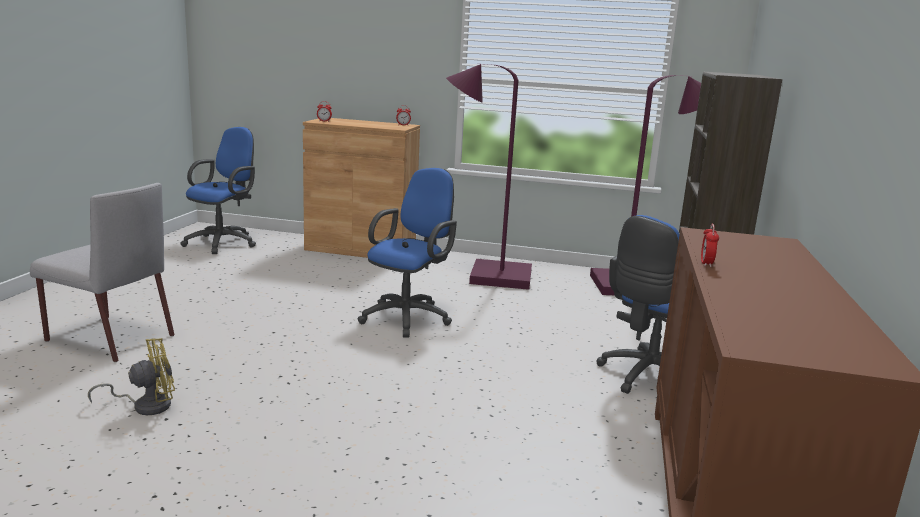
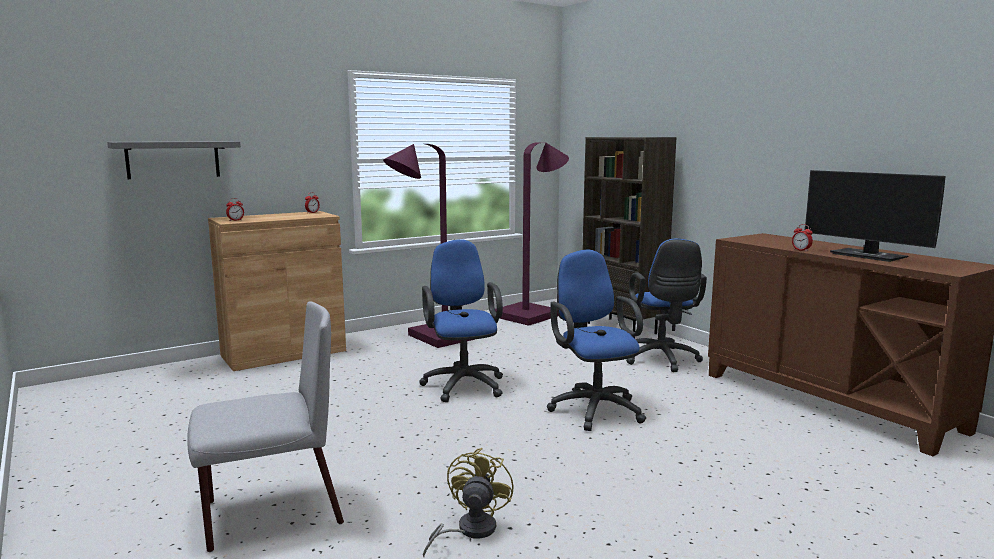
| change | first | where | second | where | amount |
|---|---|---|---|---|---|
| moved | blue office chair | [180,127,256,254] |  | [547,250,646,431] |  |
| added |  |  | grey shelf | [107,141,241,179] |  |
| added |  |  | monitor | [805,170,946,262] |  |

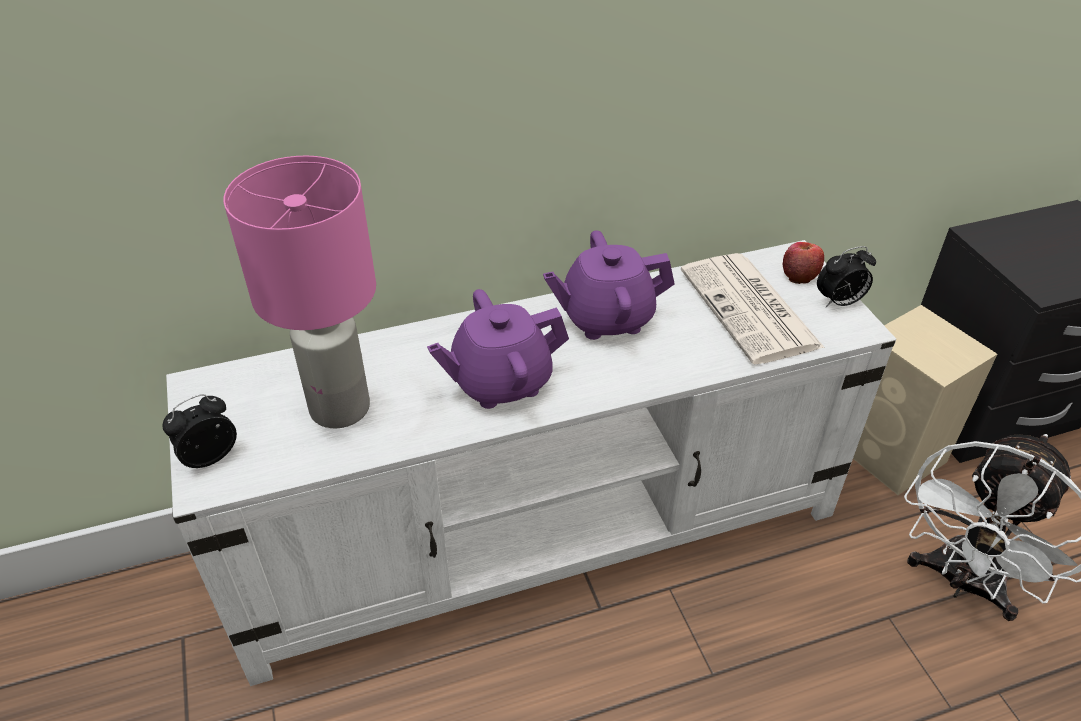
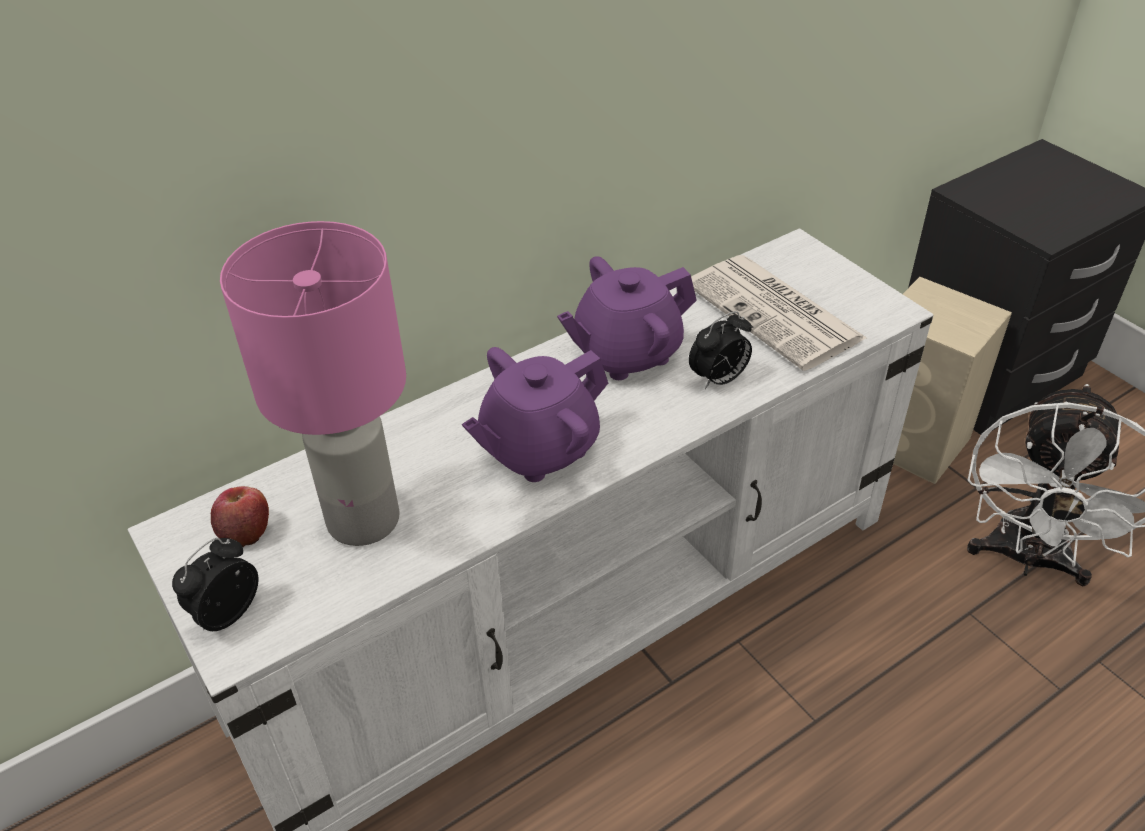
| change | first | where | second | where | amount |
|---|---|---|---|---|---|
| moved | apple | [782,242,824,284] |  | [211,486,269,547] |  |
| moved | alarm clock | [817,246,876,307] |  | [689,311,752,389] |  |

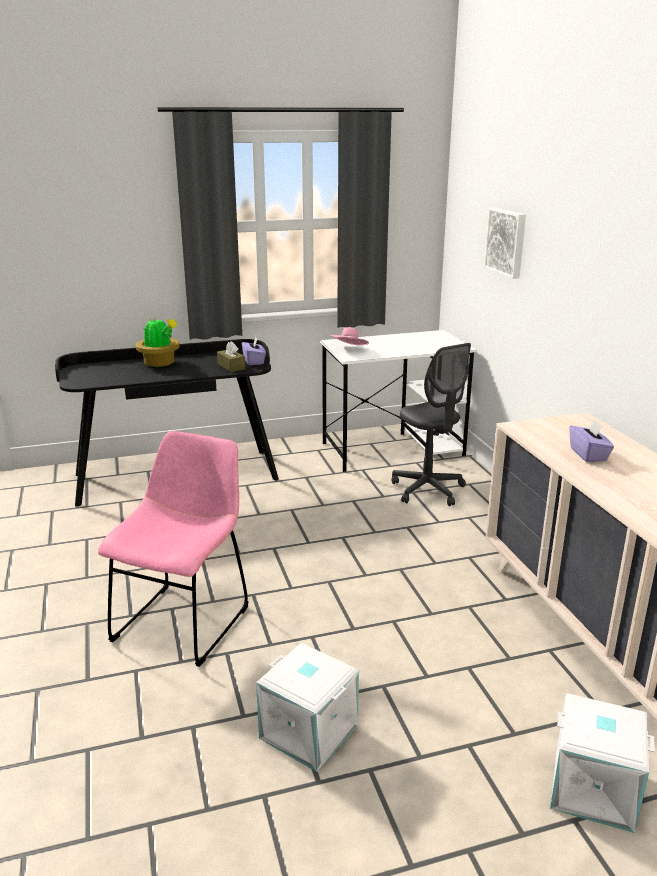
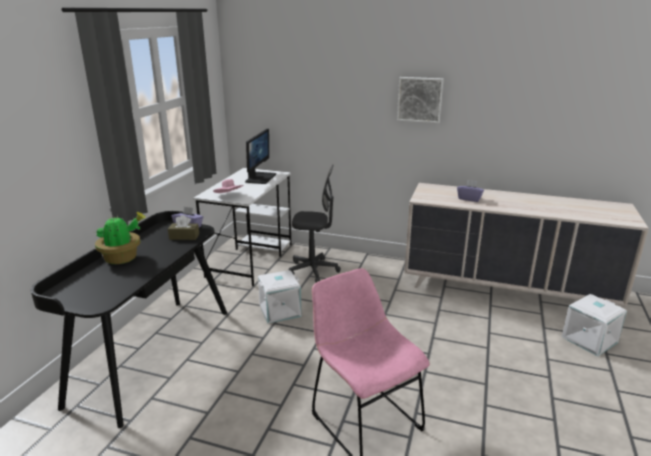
| change | first | where | second | where | amount |
|---|---|---|---|---|---|
| moved | picture | [484,208,526,279] |  | [397,77,444,123] |  |
| moved | white storage box | [256,643,359,772] |  | [258,270,302,323] |  |
| added |  |  | monitor | [245,129,276,184] |  |

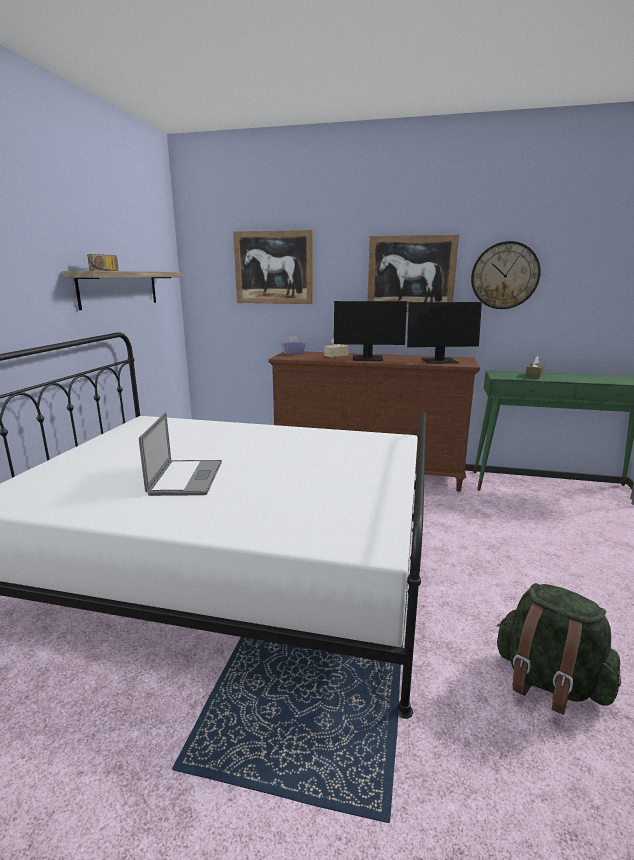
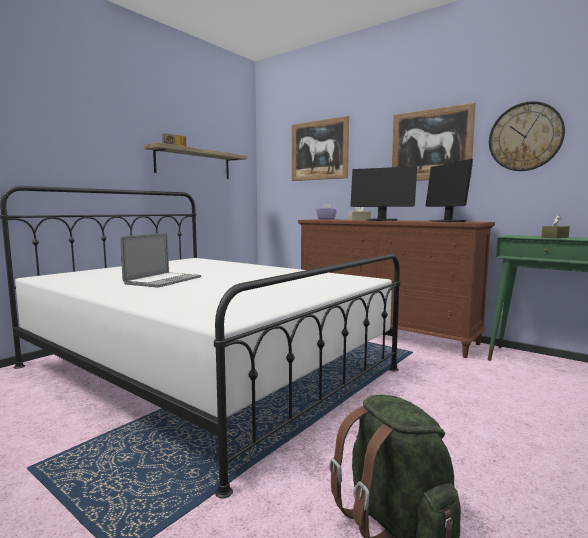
| change | first | where | second | where | amount |
|---|---|---|---|---|---|
| turned | monitor | [407,302,482,364] |  | [425,159,473,222] | 60 degrees clockwise |

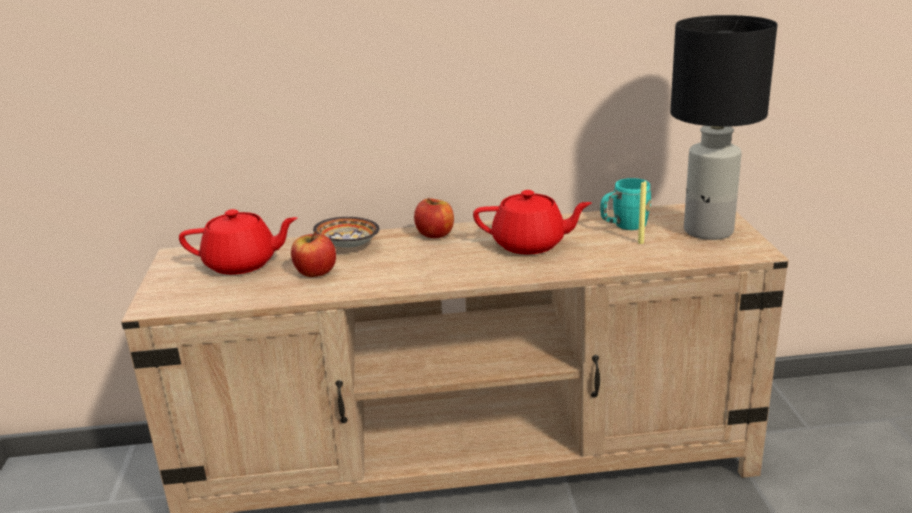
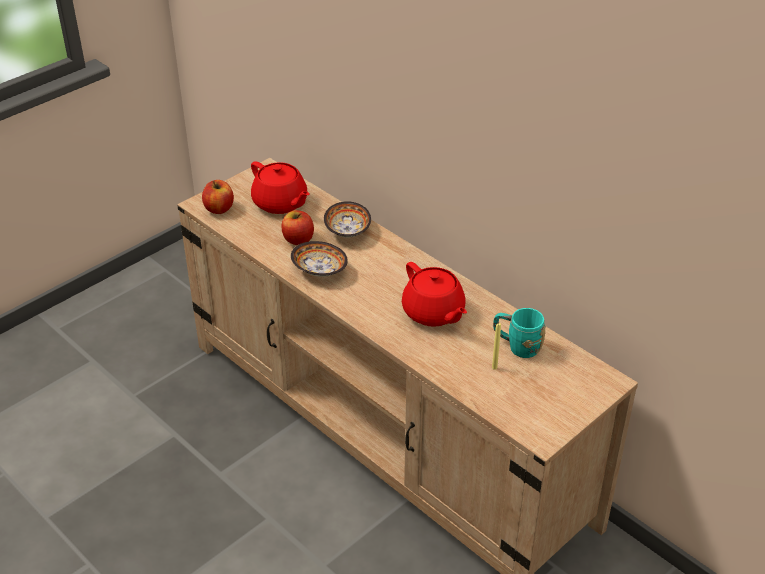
| change | first | where | second | where | amount |
|---|---|---|---|---|---|
| removed | black table lamp | [670,15,777,240] |  |  |  |
| moved | apple | [414,198,454,238] |  | [202,180,234,214] |  |
| added |  |  | bowl | [291,241,348,277] |  |

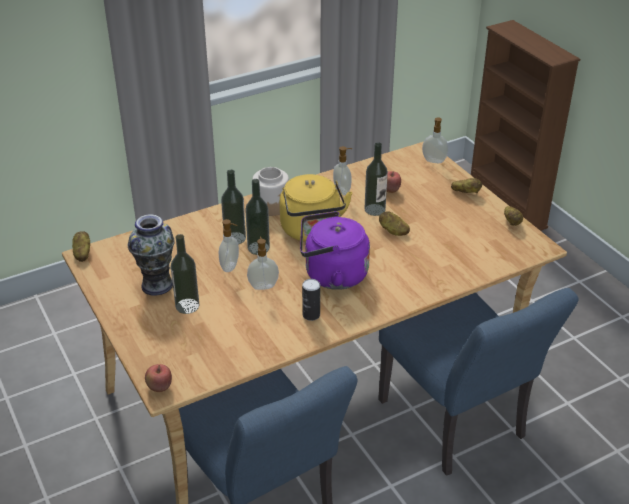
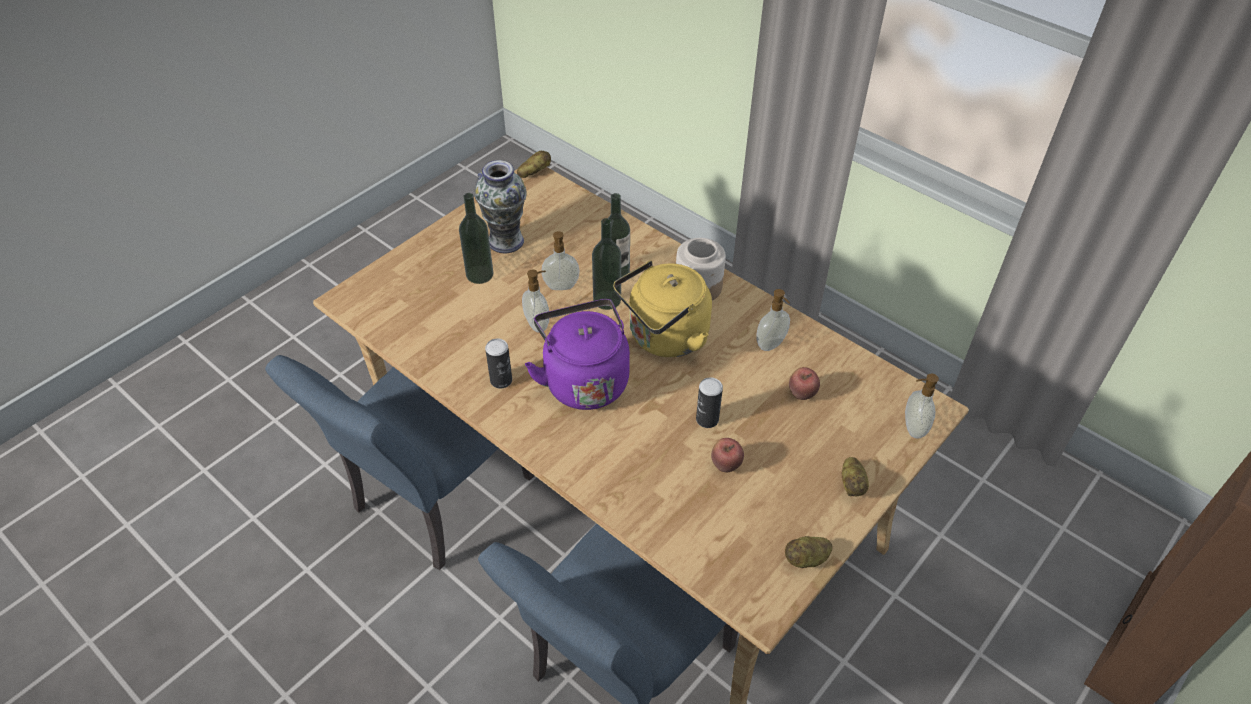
| change | first | where | second | where | amount |
|---|---|---|---|---|---|
| removed | bottle | [364,142,388,216] |  |  |  |
| replaced | potato | [379,211,410,236] | can | [696,377,723,428] |  |
| moved | apple | [145,364,172,392] |  | [711,438,744,472] |  |

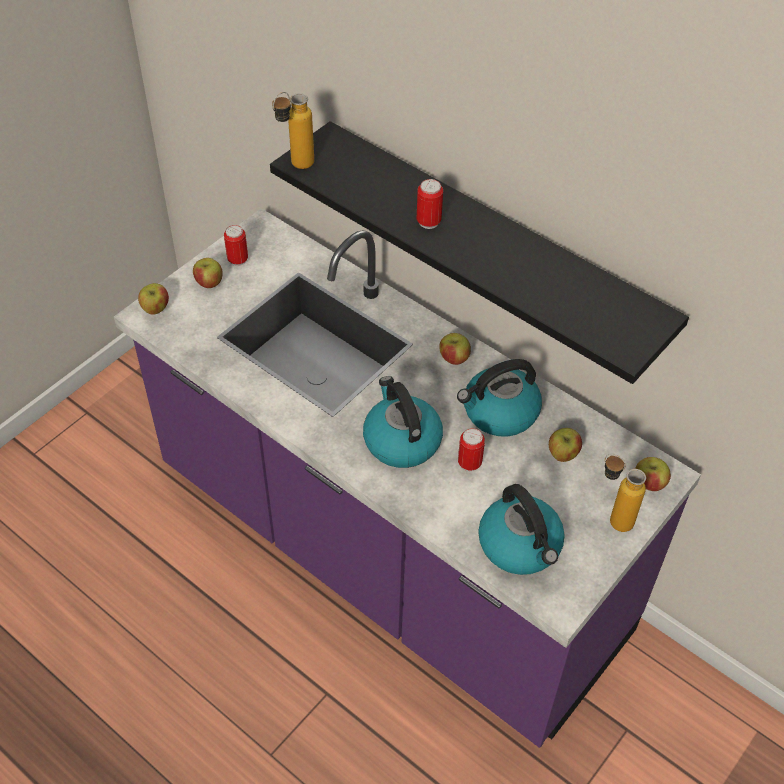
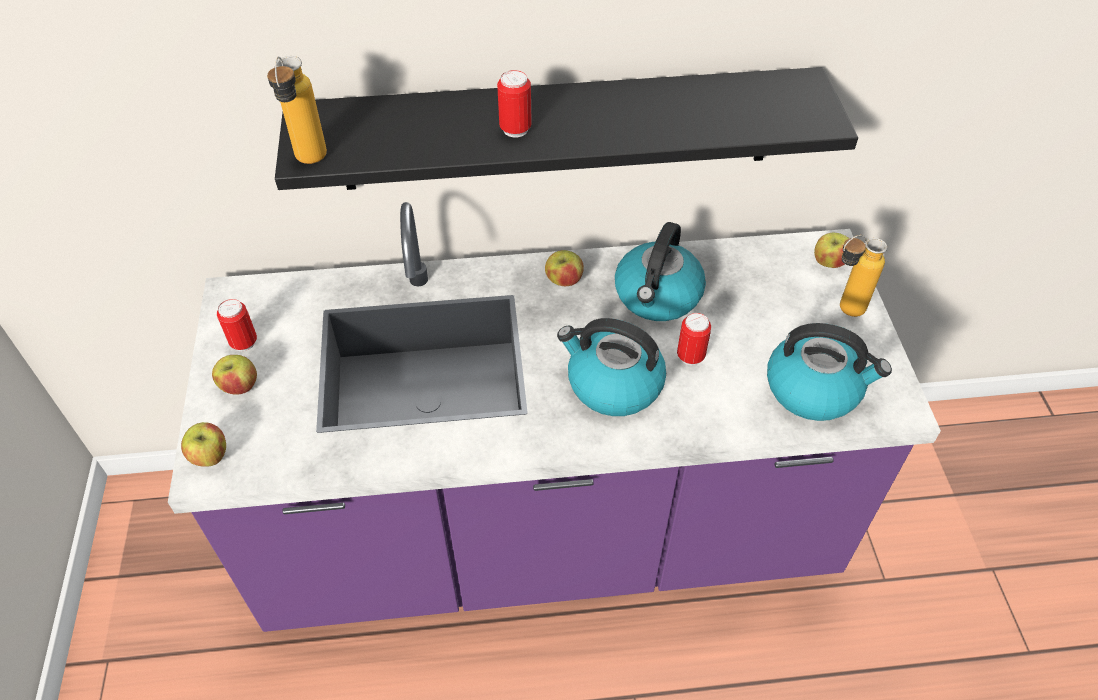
| change | first | where | second | where | amount |
|---|---|---|---|---|---|
| removed | apple | [549,428,582,462] |  |  |  |

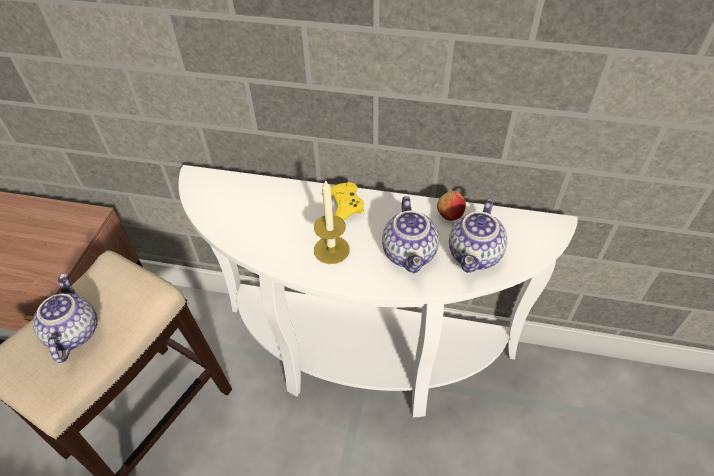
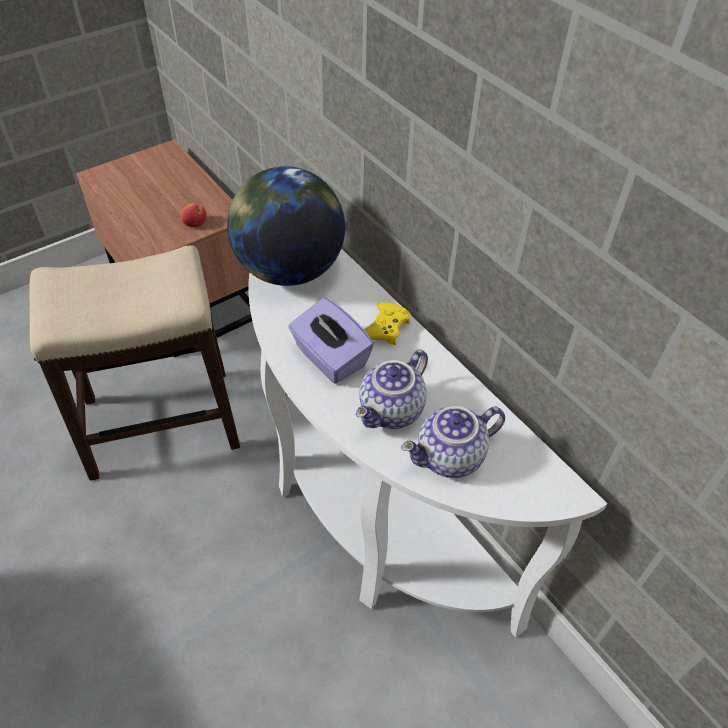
| change | first | where | second | where | amount |
|---|---|---|---|---|---|
| replaced | candle | [314,180,350,264] | purple tissue box | [288,298,374,384] |  |
| moved | apple | [437,191,466,221] |  | [181,203,206,227] |  |
| removed | teapot | [33,273,97,363] |  |  |  |
| added |  |  | globe | [227,166,345,286] |  |

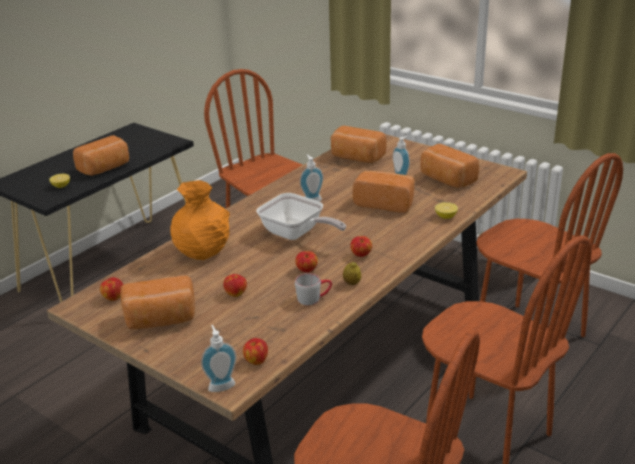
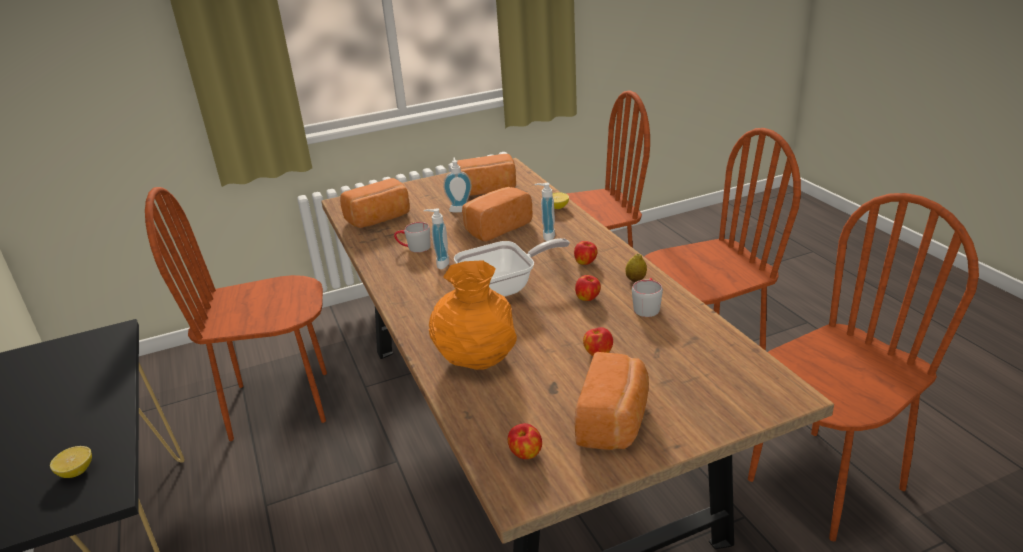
| change | first | where | second | where | amount |
|---|---|---|---|---|---|
| removed | bread | [73,135,129,176] |  |  |  |
| moved | soap dispenser | [201,325,237,392] |  | [534,183,555,241] |  |
| removed | apple | [243,338,268,365] |  |  |  |
| added |  |  | grey mug | [394,222,430,253] |  |

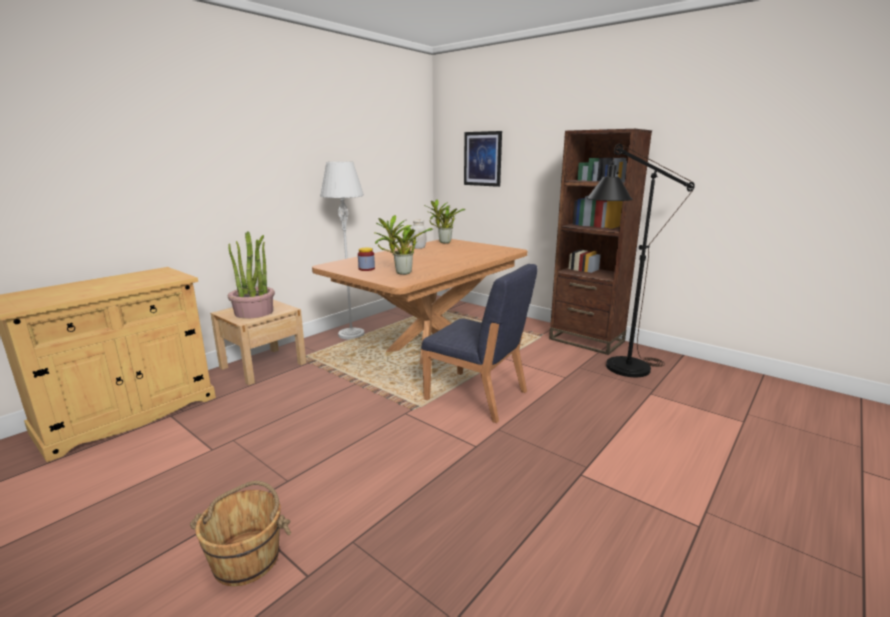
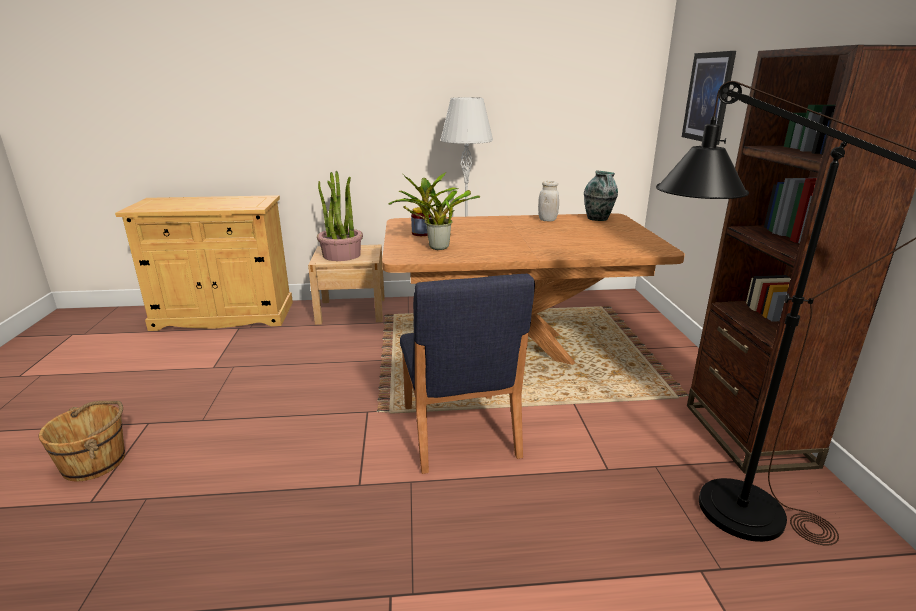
| change | first | where | second | where | amount |
|---|---|---|---|---|---|
| replaced | potted plant | [424,199,466,243] | vase | [584,171,618,221] |  |

